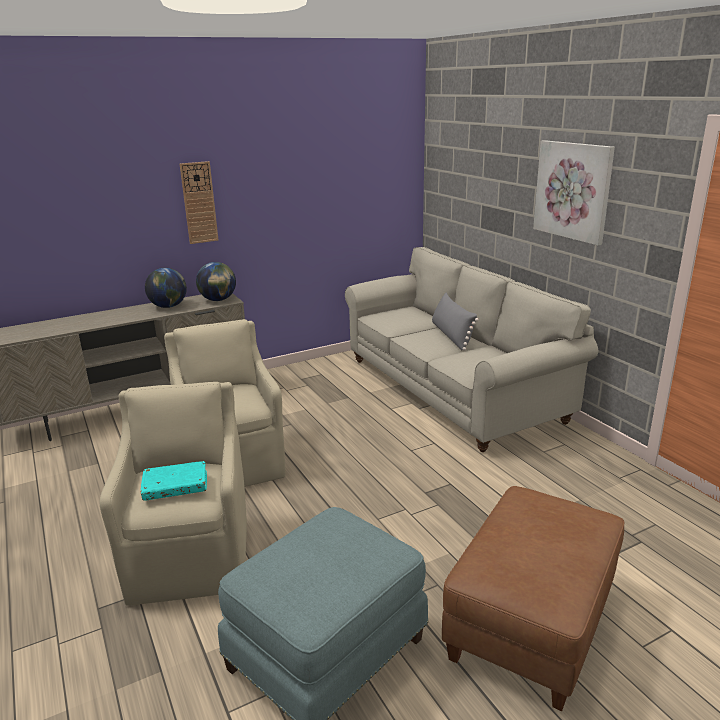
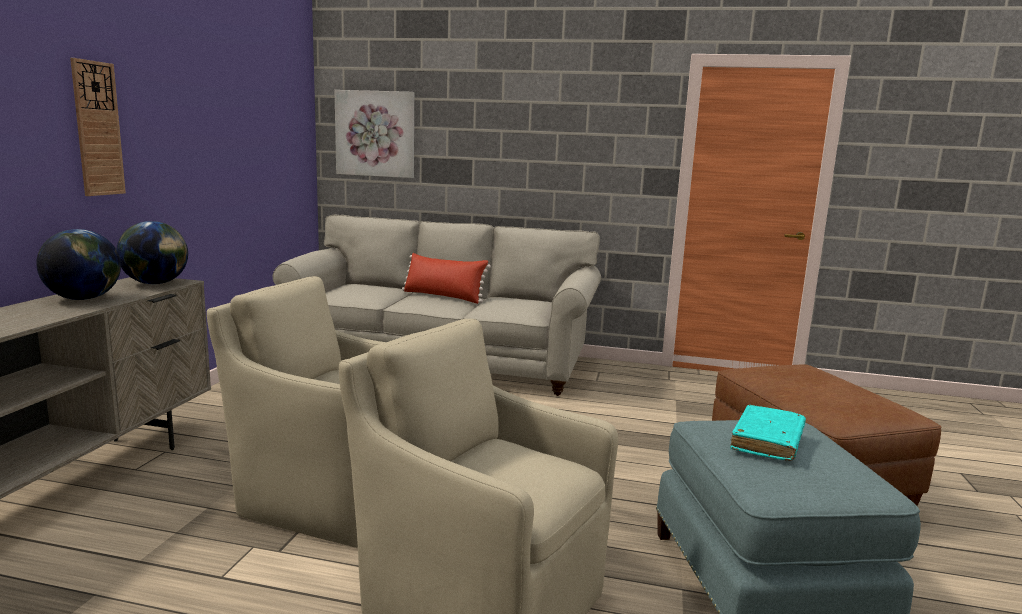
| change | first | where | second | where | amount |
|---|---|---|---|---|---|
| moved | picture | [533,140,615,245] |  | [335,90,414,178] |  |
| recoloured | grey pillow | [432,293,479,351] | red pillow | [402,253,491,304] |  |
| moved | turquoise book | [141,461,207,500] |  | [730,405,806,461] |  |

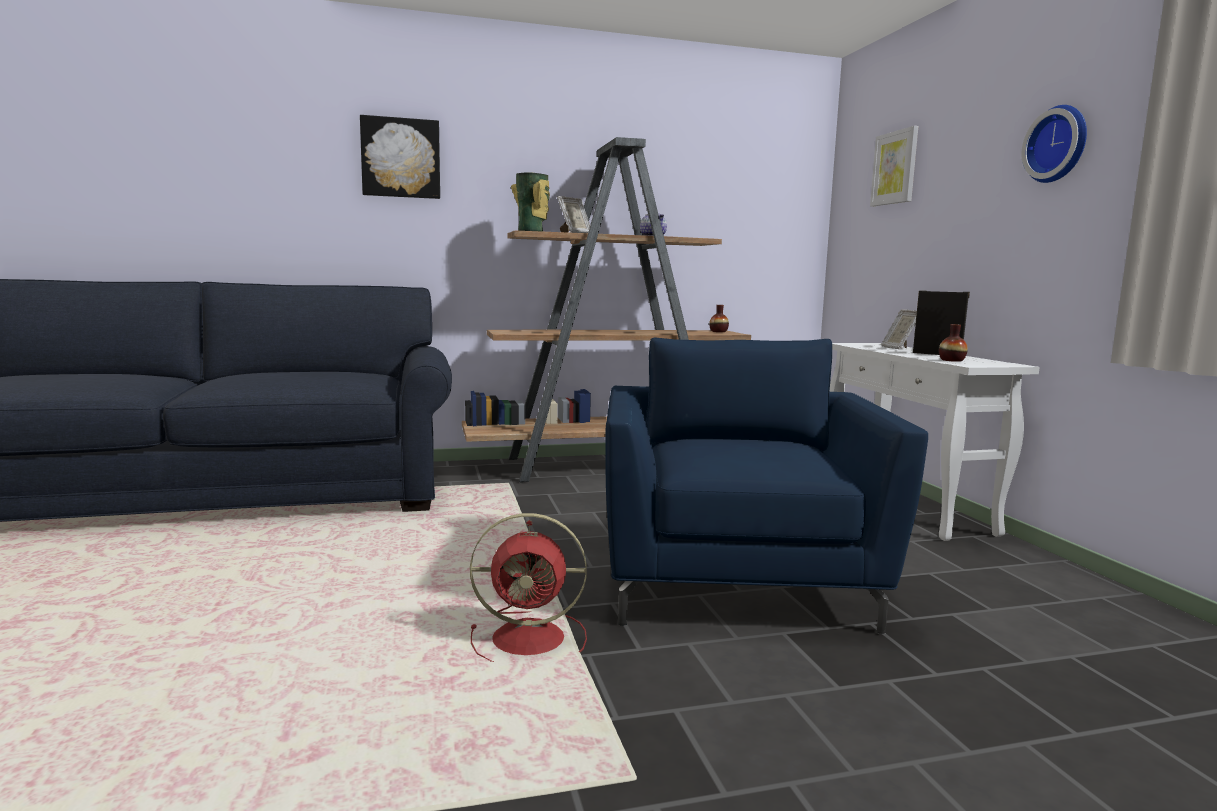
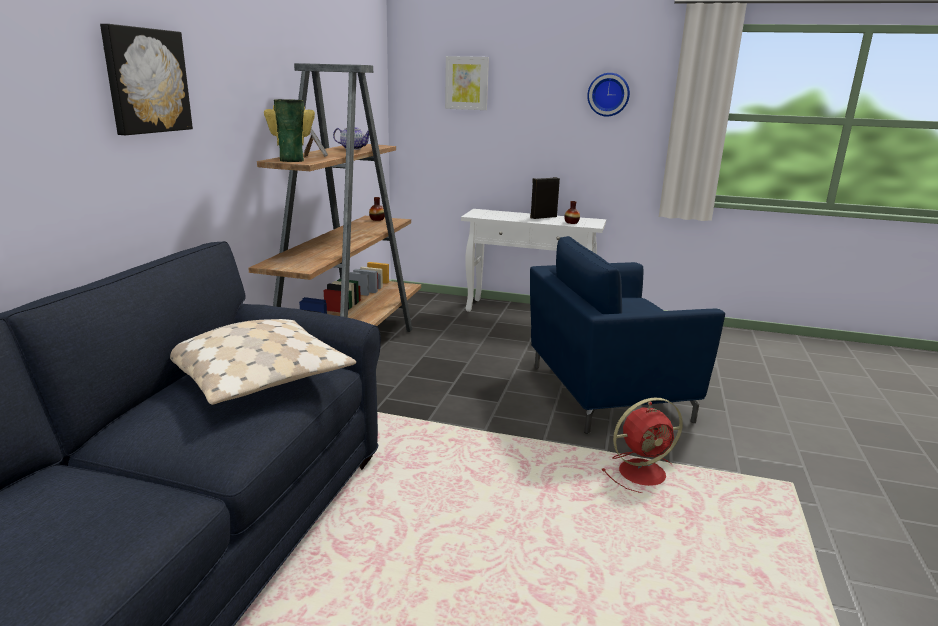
| change | first | where | second | where | amount |
|---|---|---|---|---|---|
| removed | picture frame | [881,309,917,349] |  |  |  |
| turned | blue armchair | [605,338,928,635] |  | [530,236,725,434] | 45 degrees counterclockwise |
| turned | red fan | [470,513,587,662] |  | [602,397,683,493] | 45 degrees clockwise |
| added |  |  | beige pillow | [170,319,356,405] |  |

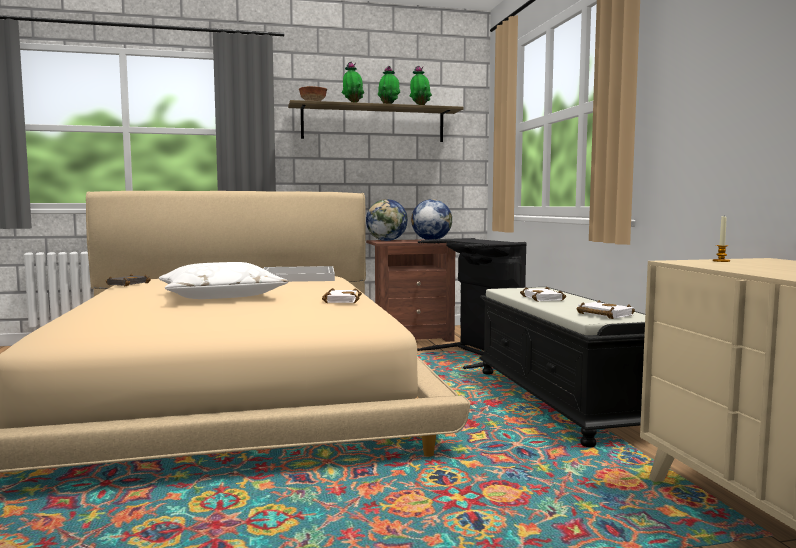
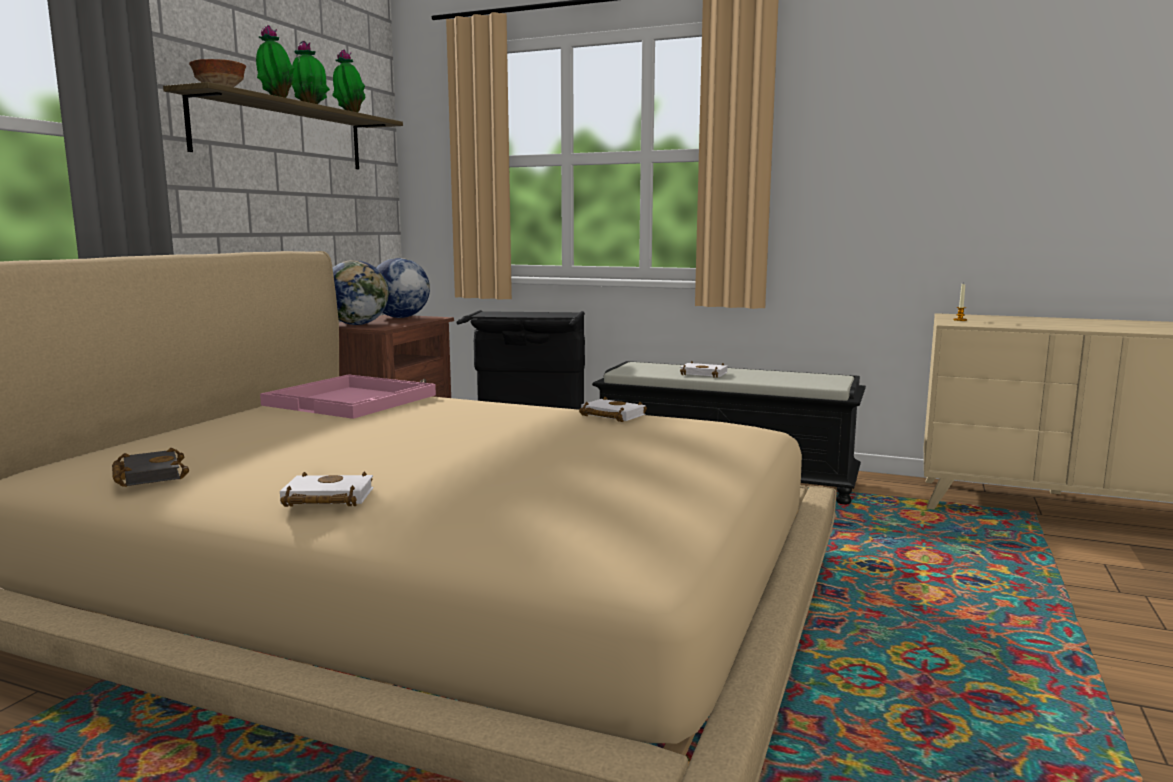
| change | first | where | second | where | amount |
|---|---|---|---|---|---|
| removed | white pillow | [159,262,288,299] |  |  |  |
| recoloured | white tray | [263,266,335,282] | pink tray | [260,374,436,419] |  |
| moved | white book | [577,300,635,319] |  | [280,472,374,507] |  |

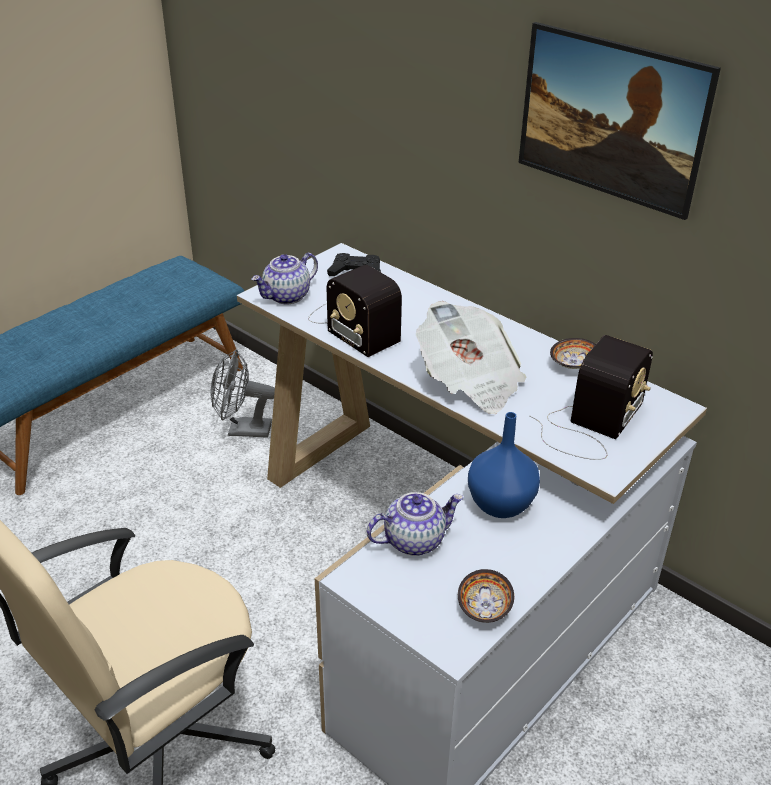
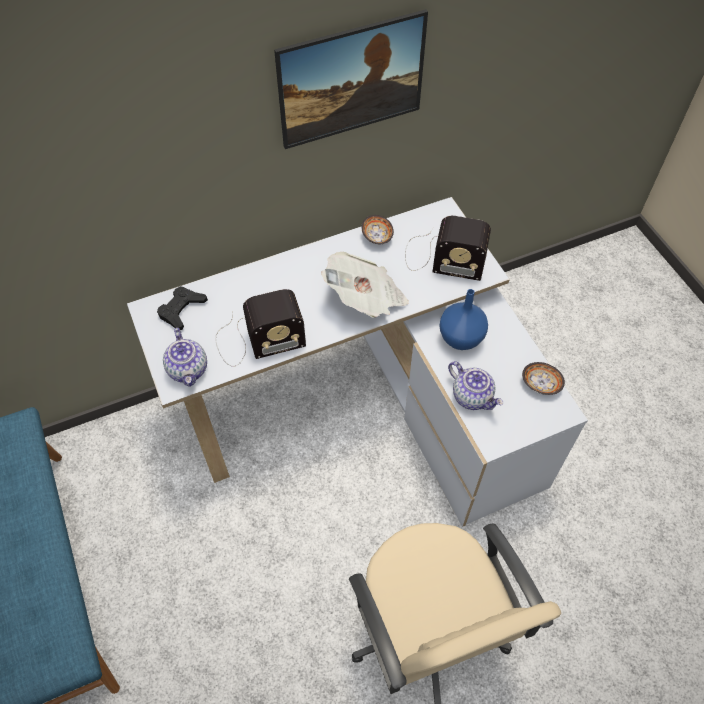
| change | first | where | second | where | amount |
|---|---|---|---|---|---|
| turned | radio | [529,335,653,460] |  | [405,216,491,281] | 135 degrees clockwise |
| removed | grey fan | [210,350,275,438] |  |  |  |
| turned | teapot | [367,492,464,556] |  | [448,361,503,410] | 135 degrees clockwise |

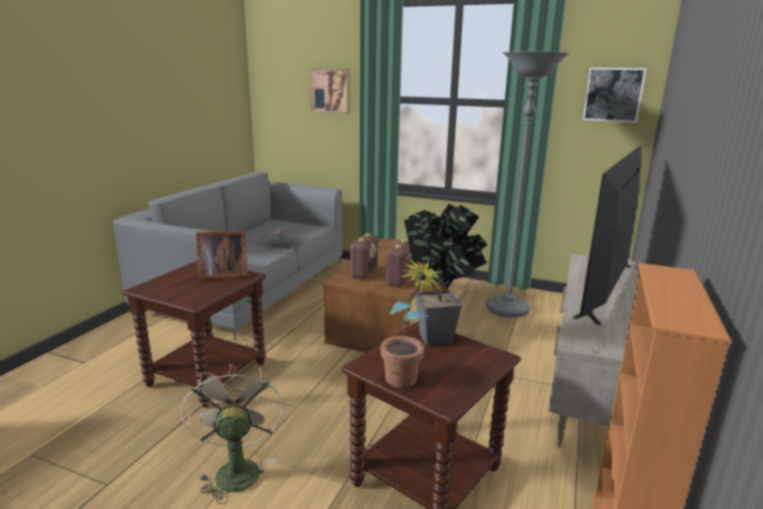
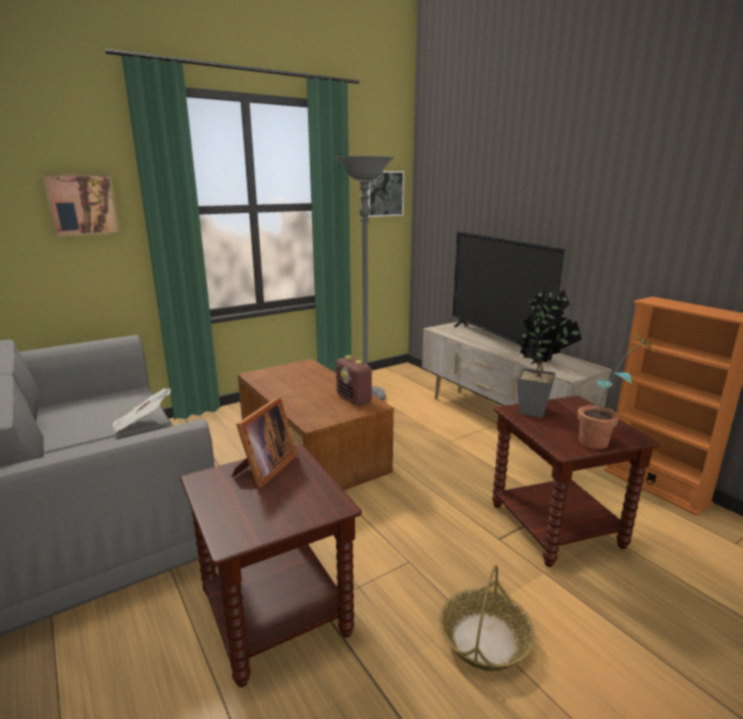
| change | first | where | second | where | amount |
|---|---|---|---|---|---|
| removed | radio | [349,233,378,279] |  |  |  |
| replaced | beige fan | [181,363,284,504] | basket | [439,565,535,671] |  |

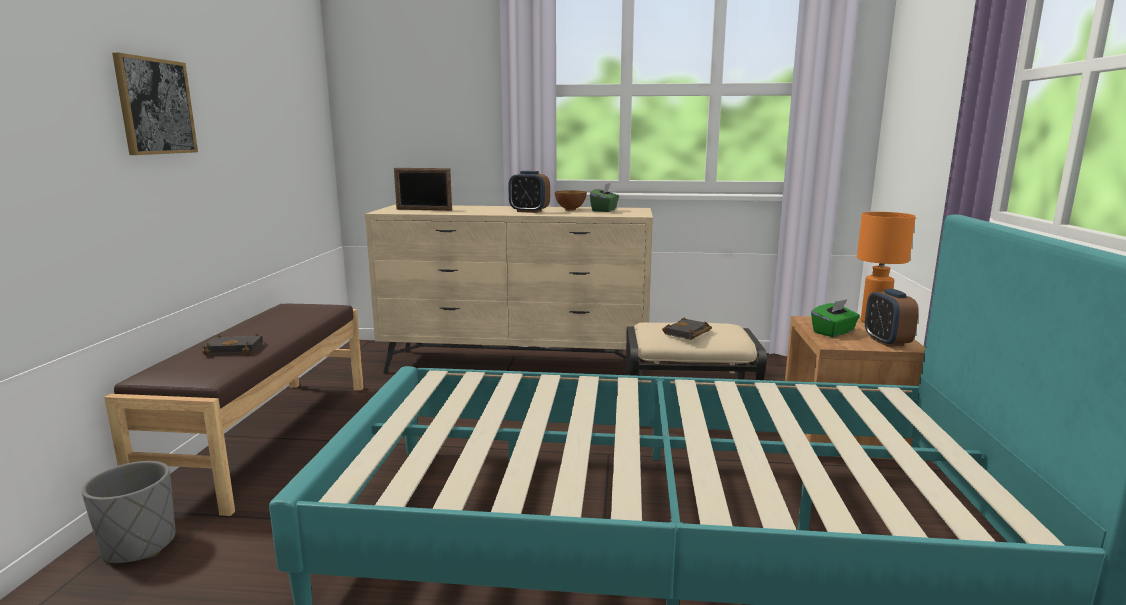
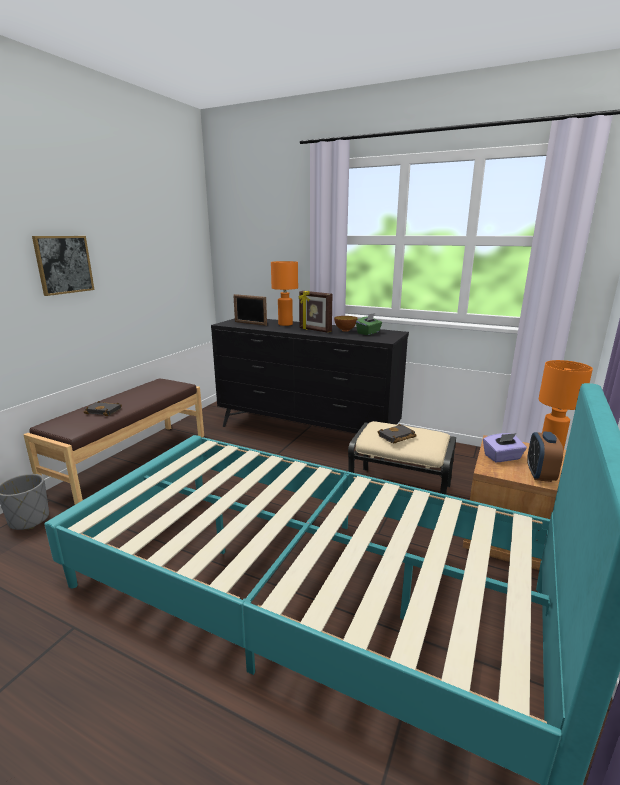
| change | first | where | second | where | amount |
|---|---|---|---|---|---|
| replaced | alarm clock | [508,171,550,213] | picture frame | [298,291,332,333] |  |
| recoloured | beige dresser | [365,205,653,376] | black dresser | [211,318,409,460] |  |
| recoloured | green tissue box | [811,299,860,337] | purple tissue box | [483,433,527,462] |  |
| added |  |  | orange table lamp | [271,261,298,326] |  |

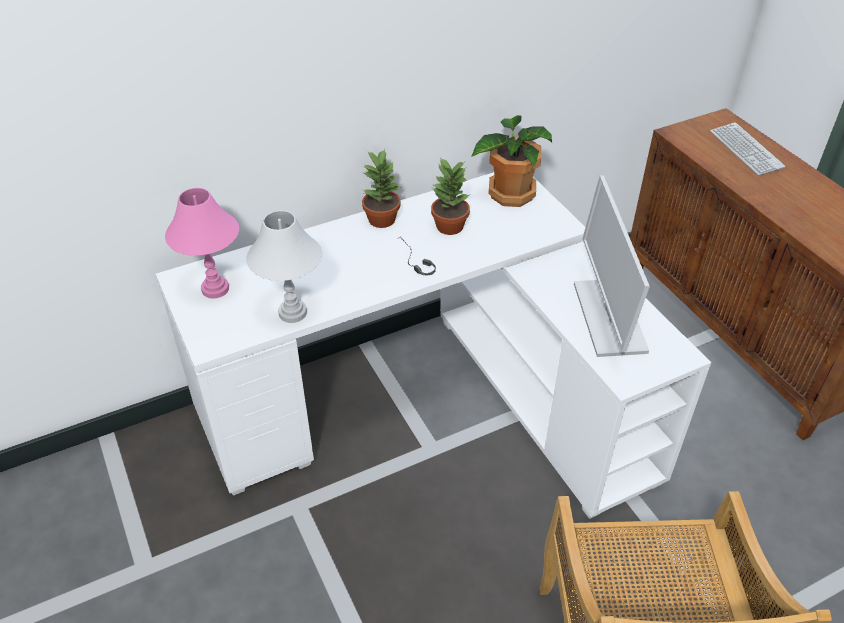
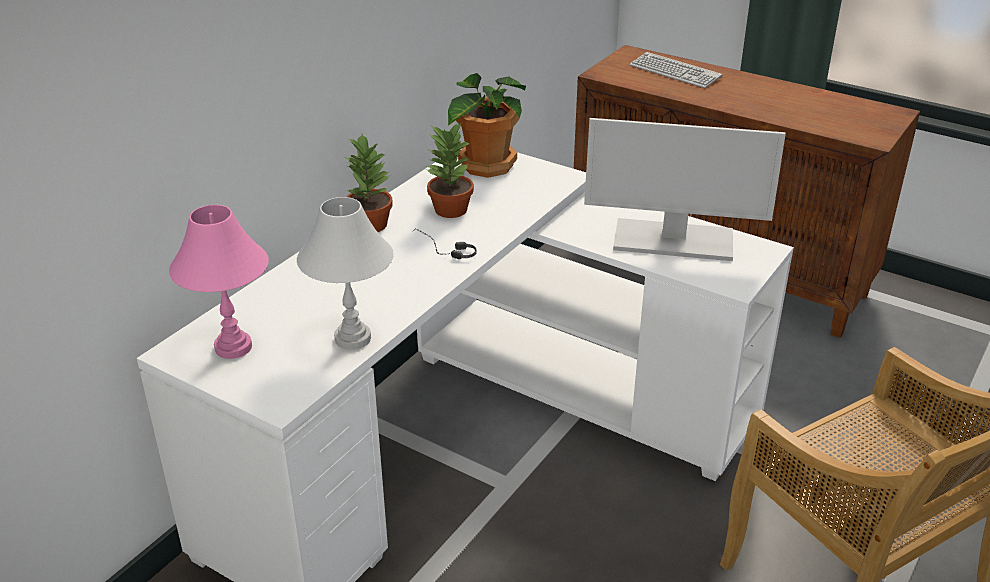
| change | first | where | second | where | amount |
|---|---|---|---|---|---|
| turned | monitor | [574,175,650,357] |  | [584,118,786,261] | 45 degrees counterclockwise |

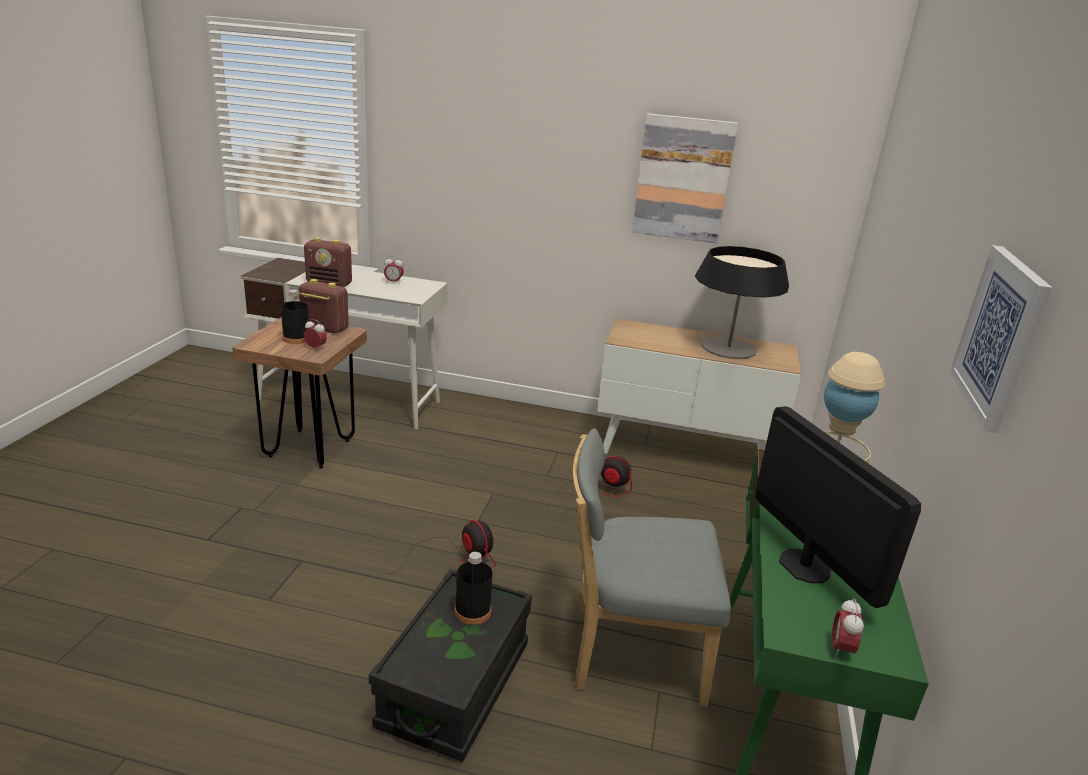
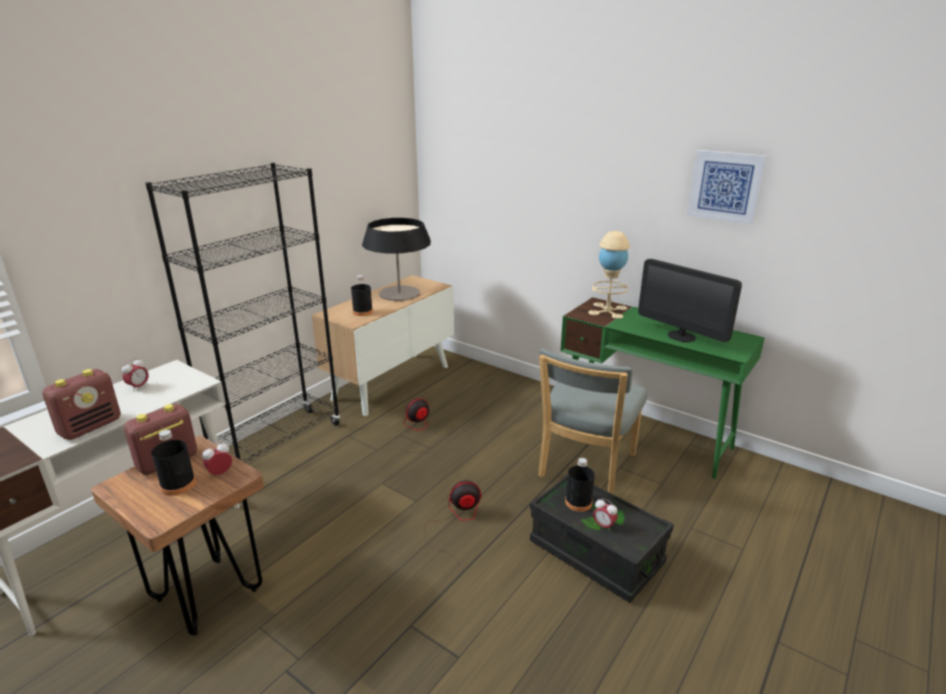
| change | first | where | second | where | amount |
|---|---|---|---|---|---|
| removed | picture | [632,113,738,243] |  |  |  |
| turned | monitor | [755,406,921,608] |  | [638,259,742,342] | 135 degrees counterclockwise |
| moved | alarm clock | [832,598,864,658] |  | [593,499,618,532] |  |
| added |  |  | black bookcase | [146,163,340,463] |  |
| added |  |  | black bottle | [351,275,373,316] |  |

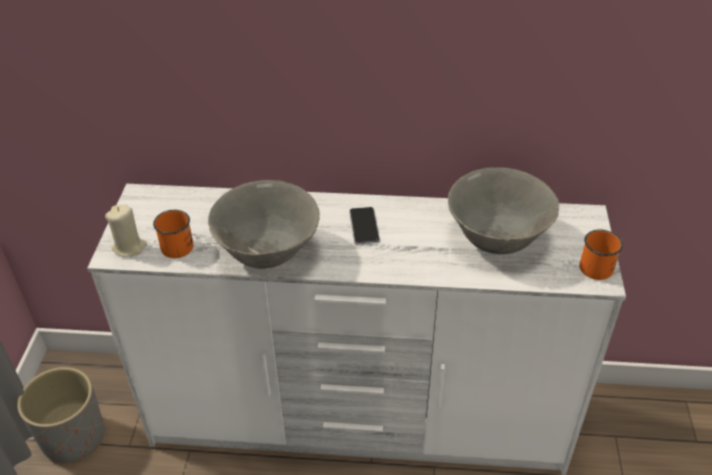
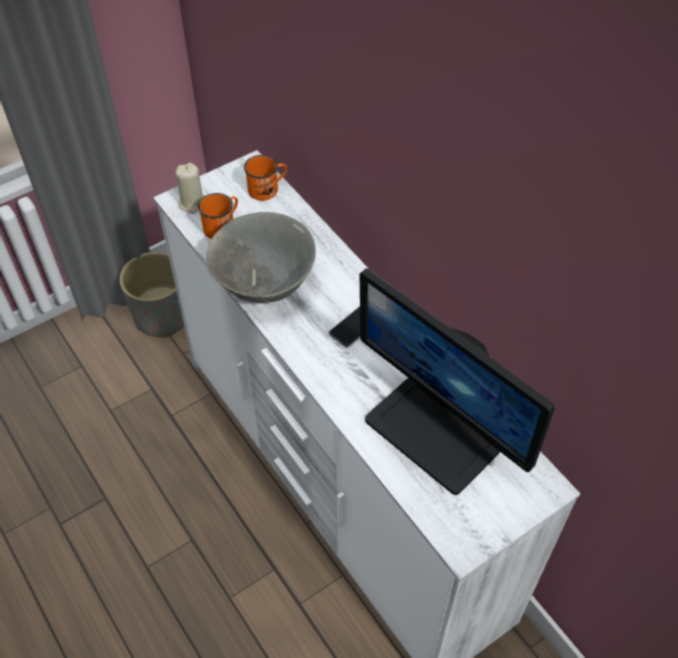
| change | first | where | second | where | amount |
|---|---|---|---|---|---|
| replaced | grey bowl | [448,167,559,254] | monitor | [360,268,555,495] |  |
| moved | orange mug | [579,230,623,280] |  | [244,155,287,201] |  |

